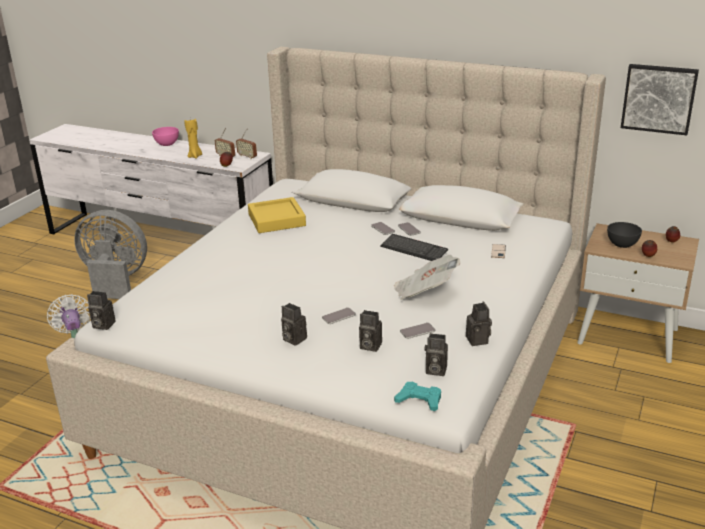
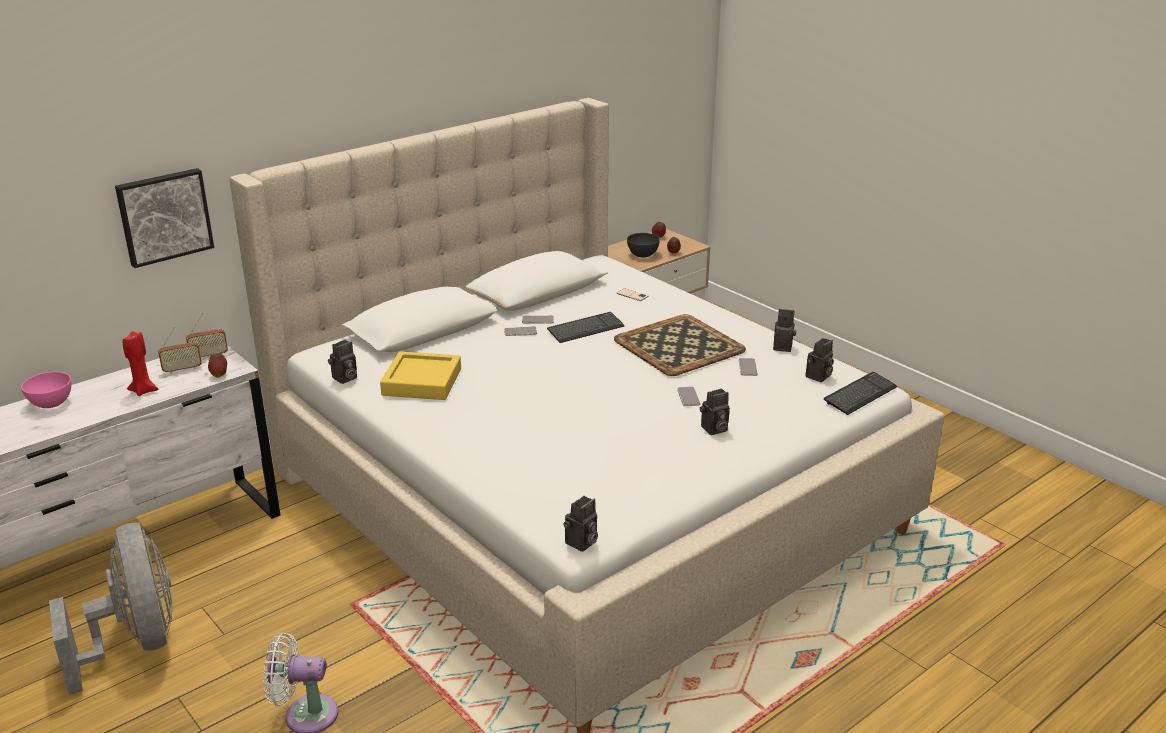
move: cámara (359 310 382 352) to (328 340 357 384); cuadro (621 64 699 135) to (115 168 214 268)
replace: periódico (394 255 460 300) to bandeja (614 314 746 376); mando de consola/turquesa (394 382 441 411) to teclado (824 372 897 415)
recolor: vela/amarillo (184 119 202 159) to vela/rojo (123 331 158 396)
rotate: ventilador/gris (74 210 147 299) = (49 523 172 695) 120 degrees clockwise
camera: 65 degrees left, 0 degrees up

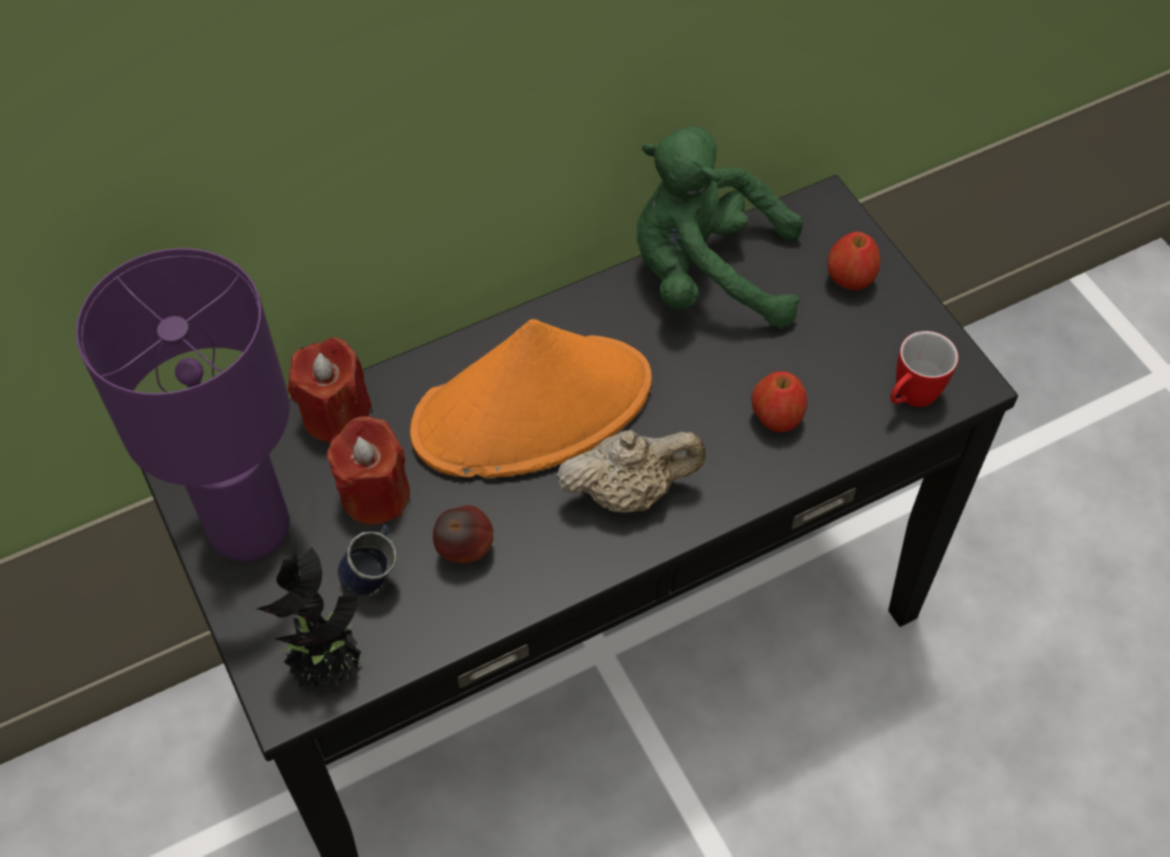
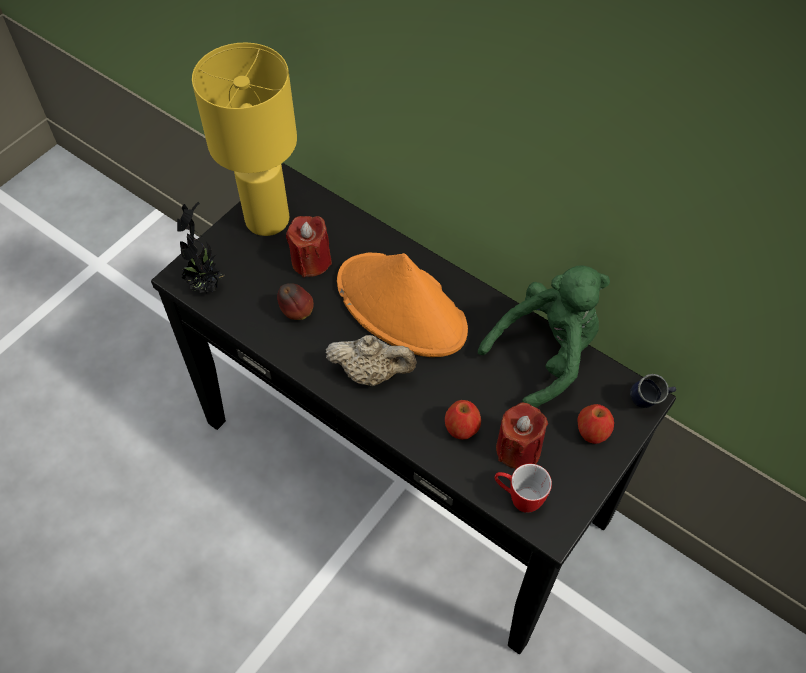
move: vela/rojo (288 337 372 442) to (496 403 548 469); taza grande/azul (338 525 397 595) to (630 374 676 408)
recolor: lámpara de mesa/morado (76 248 289 561) to lámpara de mesa/amarillo (192 43 297 236)
rotate: tetera/beis (556 430 705 513) = (326 335 417 386) 45 degrees counterclockwise; peluche/verde (637 126 803 328) = (478 266 610 408) 75 degrees clockwise
camera: 65 degrees right, 0 degrees up

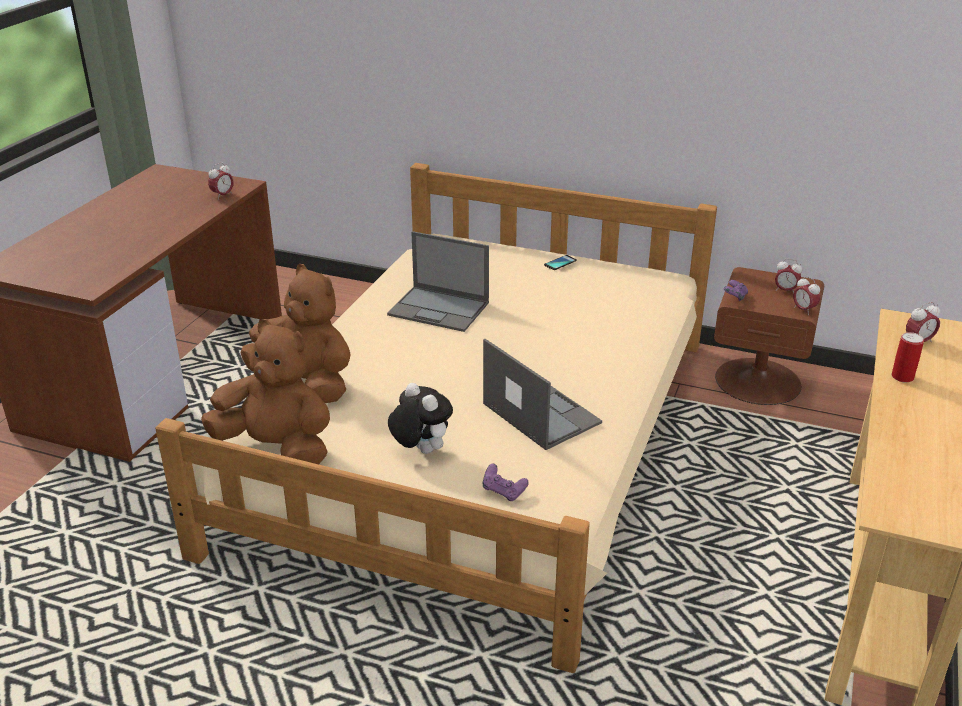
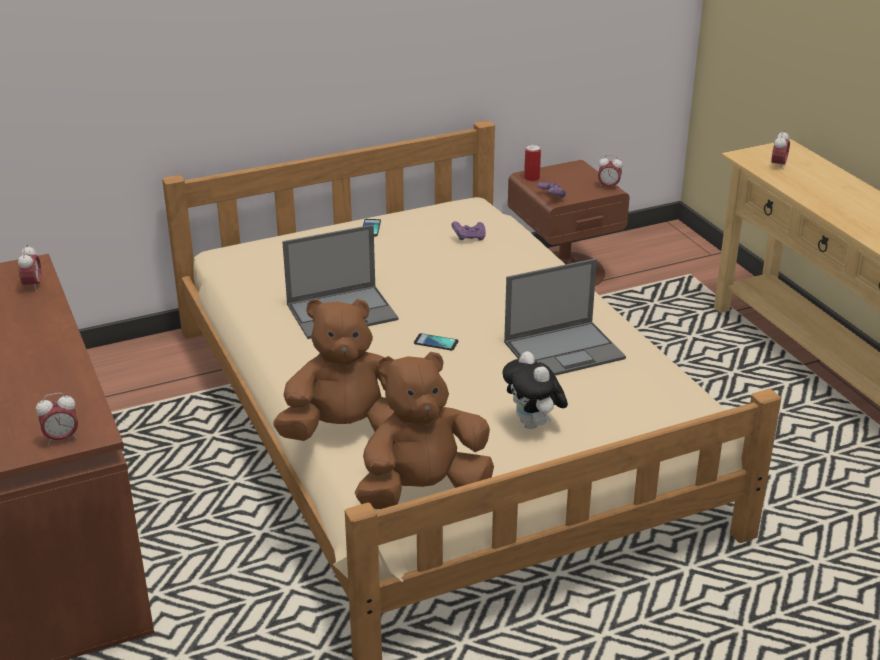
insert: móvil (414 333 458 351)
move: mando de consola/morado (483 464 529 501) to (452 221 486 241); despertador (775 259 802 293) to (36 393 78 445); lata (892 332 924 382) to (524 145 541 181)
rotate: peluche (388 383 453 454) = (502 351 568 429) 120 degrees counterclockwise; portátil (483 339 602 450) = (504 258 626 376) 150 degrees clockwise
camera: 45 degrees left, 0 degrees up

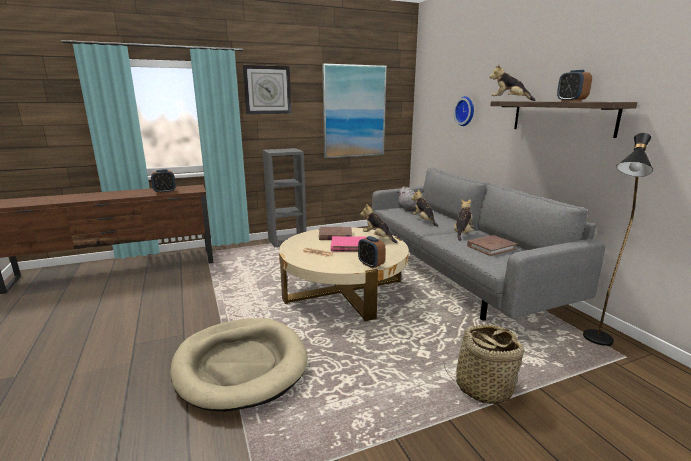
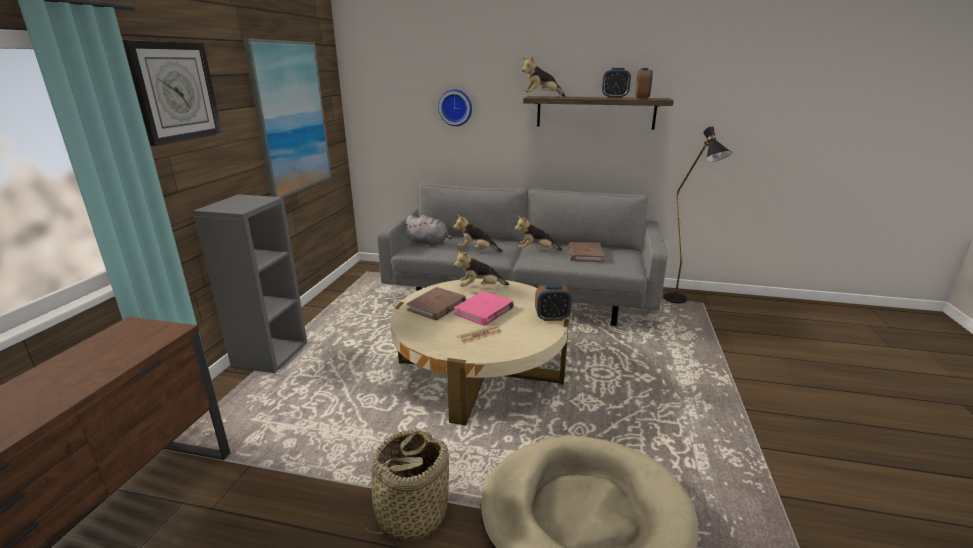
move: despertador (151 169 176 193) to (635 68 653 99); cesta (444 324 526 404) to (358 429 449 540)
rotate: peluche (454 199 474 241) = (515 216 562 251) 60 degrees counterclockwise
camera: 55 degrees left, 5 degrees up

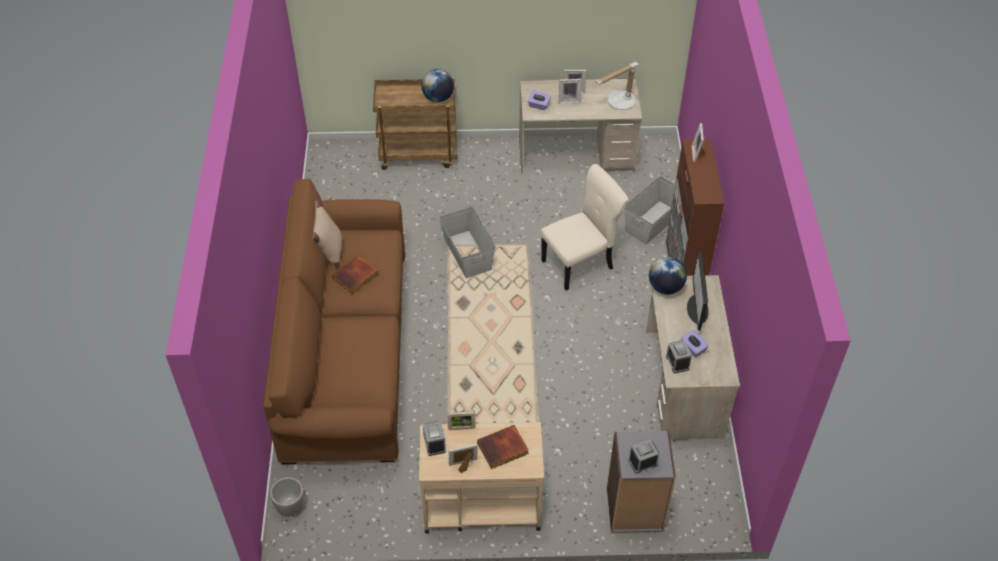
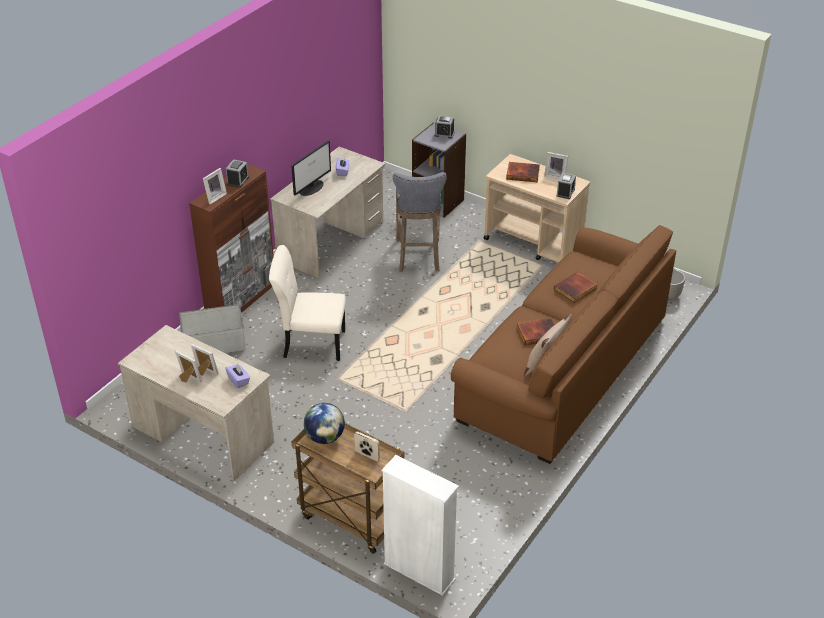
delete: caja de almacenaje/gris (439 207 495 278); lámpara de mesa (595 62 639 110); globo terráqueo (649 257 687 294)
insert: estantería/blanco (382 455 459 596); taburete/gris (393 172 447 272); libro (554 272 598 303)
move: portarretratos (447 411 476 430) to (354 431 380 461); despertador (666 340 692 373) to (226 159 249 188)
camera: 145 degrees left, 10 degrees down

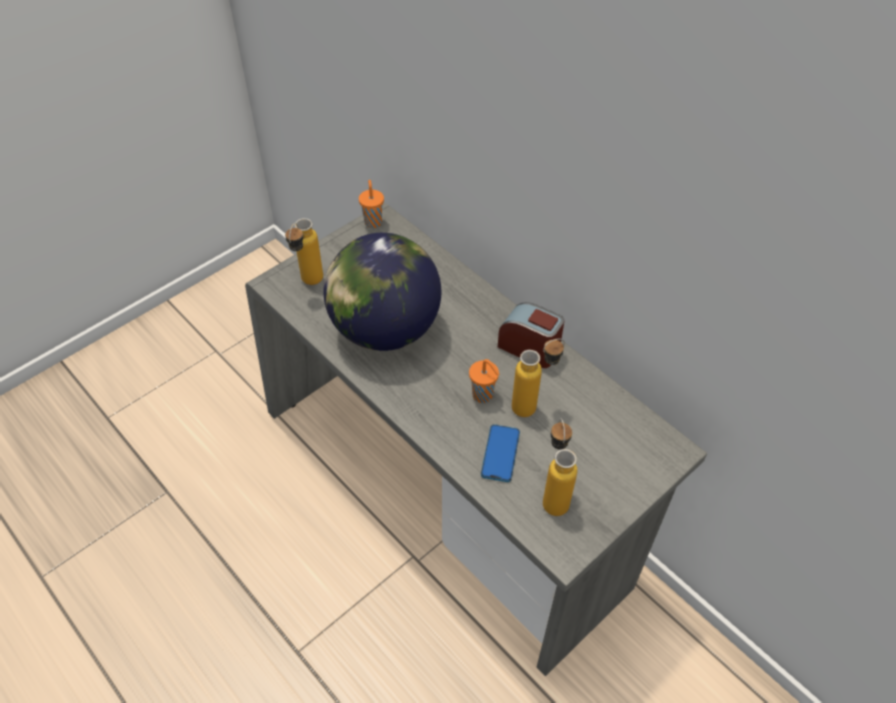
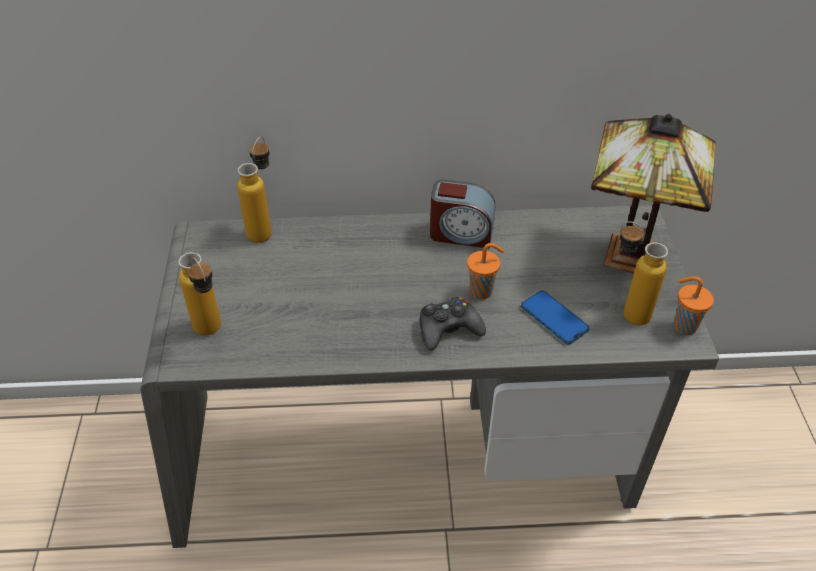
delete: globo terráqueo (323 233 441 351)
insert: mando de consola/negro (420 297 486 351); lámpara de mesa (591 114 716 273)
move: taza/naranja (359 180 384 228) to (674 276 714 335); botella (512 339 565 417) to (237 137 272 243)
rotate: despertador (498 302 564 368) = (430 180 495 248) 150 degrees counterclockwise
camera: 50 degrees left, 5 degrees down

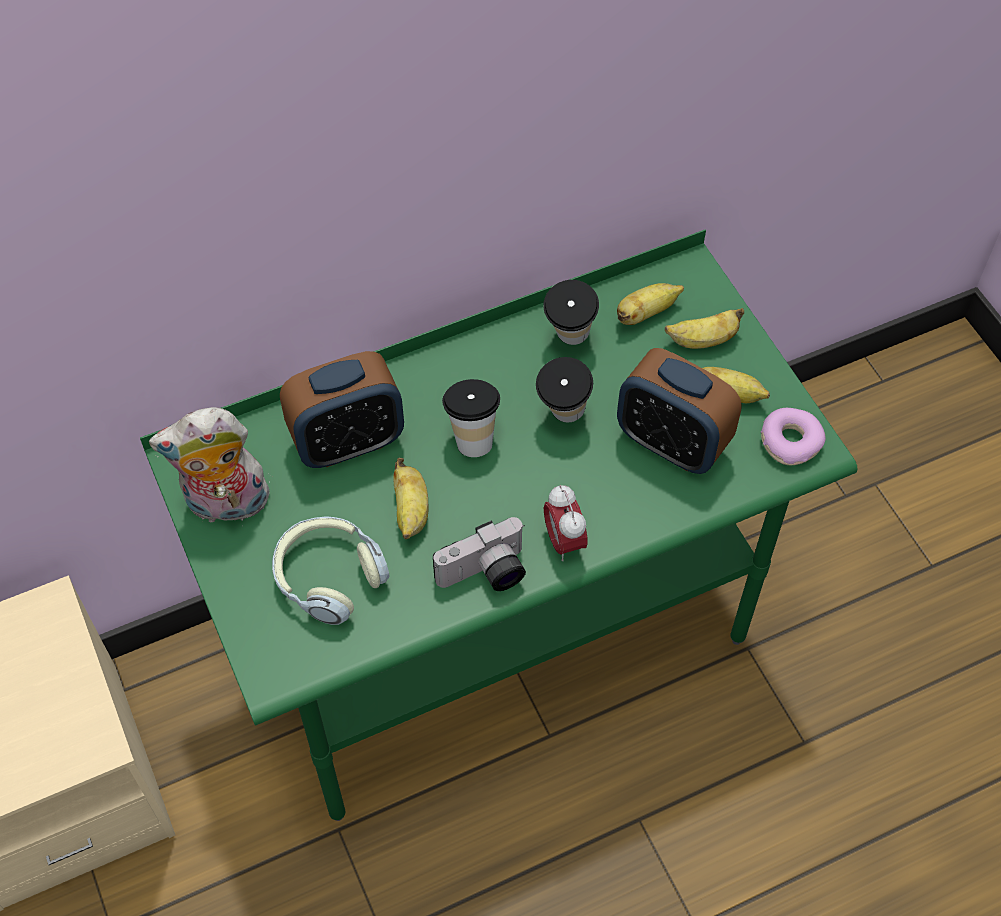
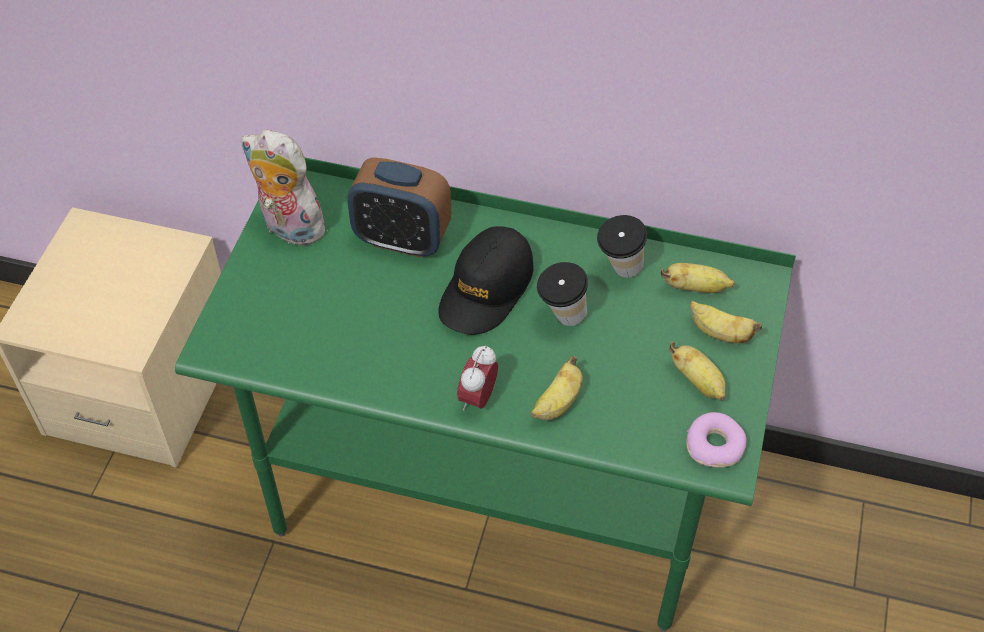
delete: auriculares (272 516 390 625); cámara (433 517 526 591); despertador (617 348 742 474)
move: plátano (393 458 428 539) to (531 356 583 420)
replace: taza (442 379 500 457) to gorra/negro (439 226 534 335)
camera: 40 degrees right, 5 degrees down

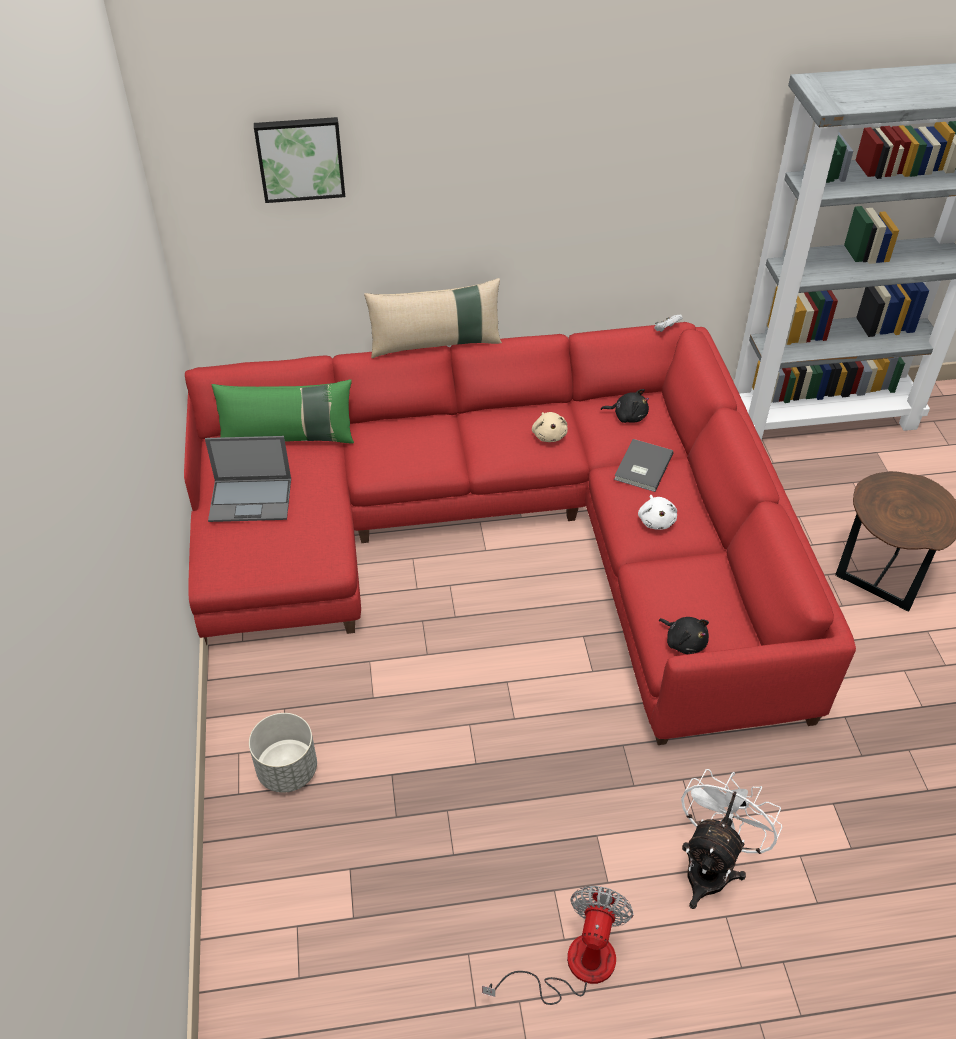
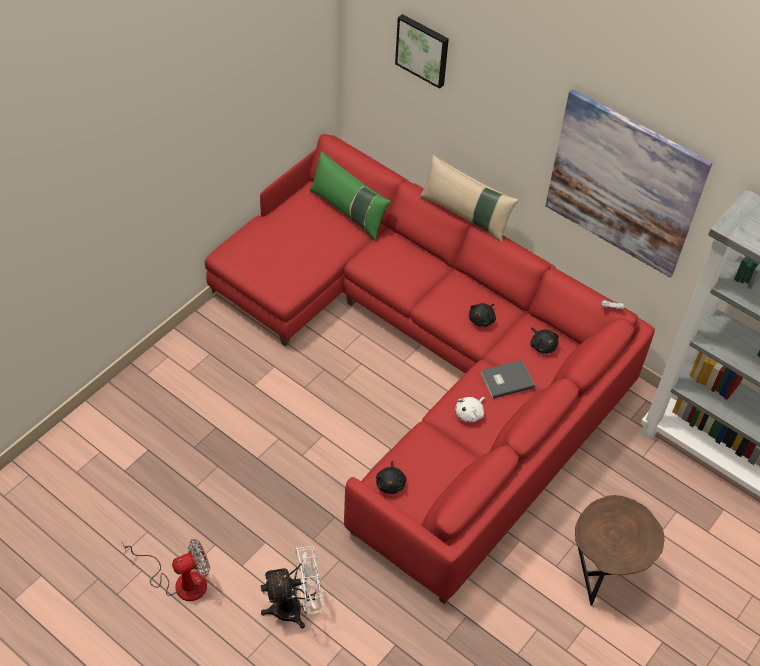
delete: portátil (205 436 291 522); maceta/gris (249 713 317 793)
insert: cuadro (545 89 712 277)
recolor: peluche/beis (532 412 568 442) to peluche/negro (469 303 496 327)
camera: 45 degrees right, 5 degrees up

